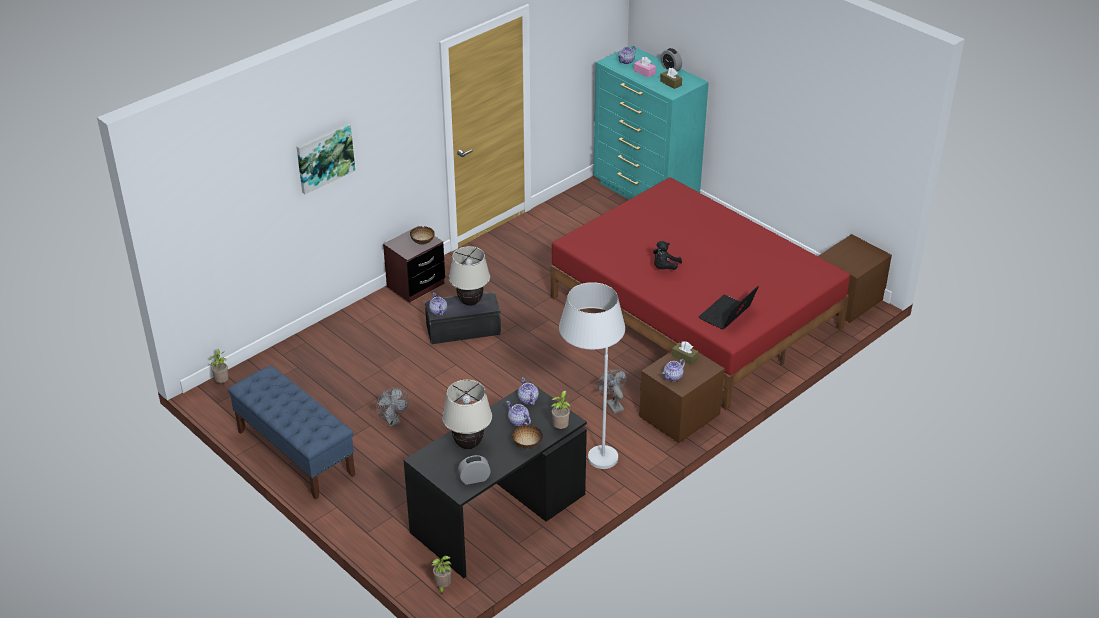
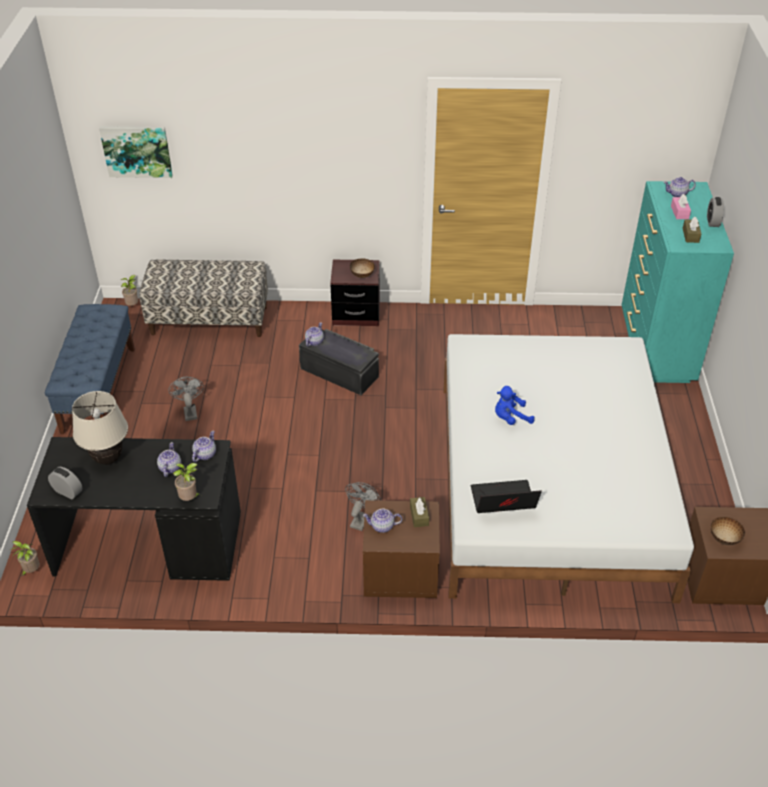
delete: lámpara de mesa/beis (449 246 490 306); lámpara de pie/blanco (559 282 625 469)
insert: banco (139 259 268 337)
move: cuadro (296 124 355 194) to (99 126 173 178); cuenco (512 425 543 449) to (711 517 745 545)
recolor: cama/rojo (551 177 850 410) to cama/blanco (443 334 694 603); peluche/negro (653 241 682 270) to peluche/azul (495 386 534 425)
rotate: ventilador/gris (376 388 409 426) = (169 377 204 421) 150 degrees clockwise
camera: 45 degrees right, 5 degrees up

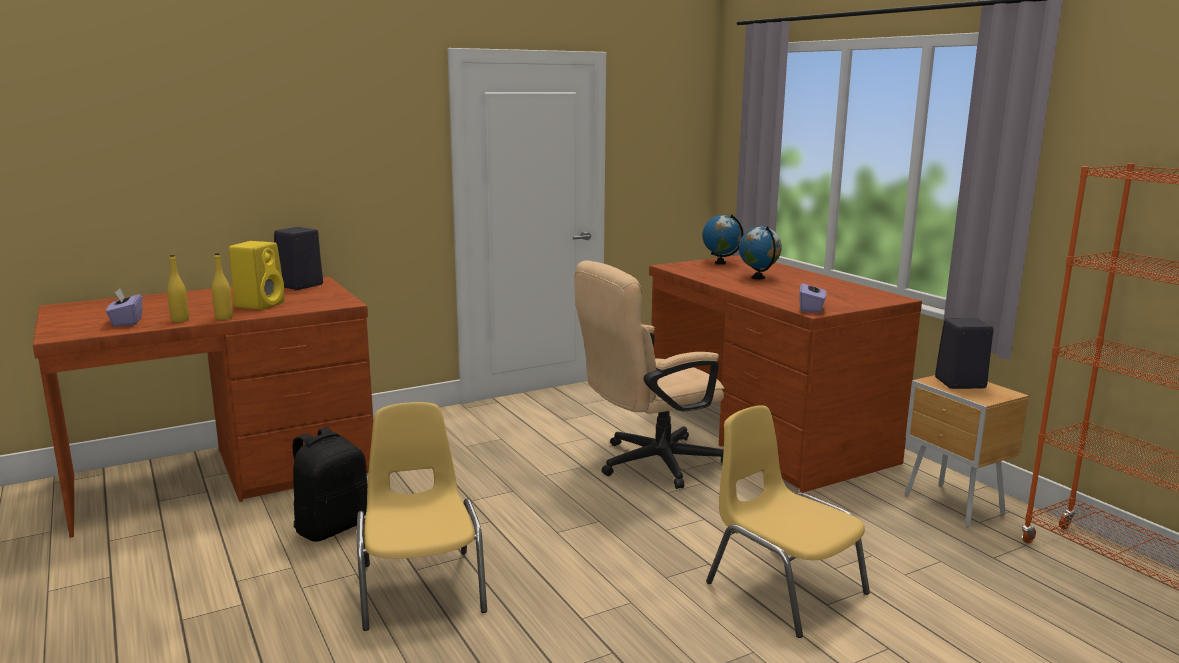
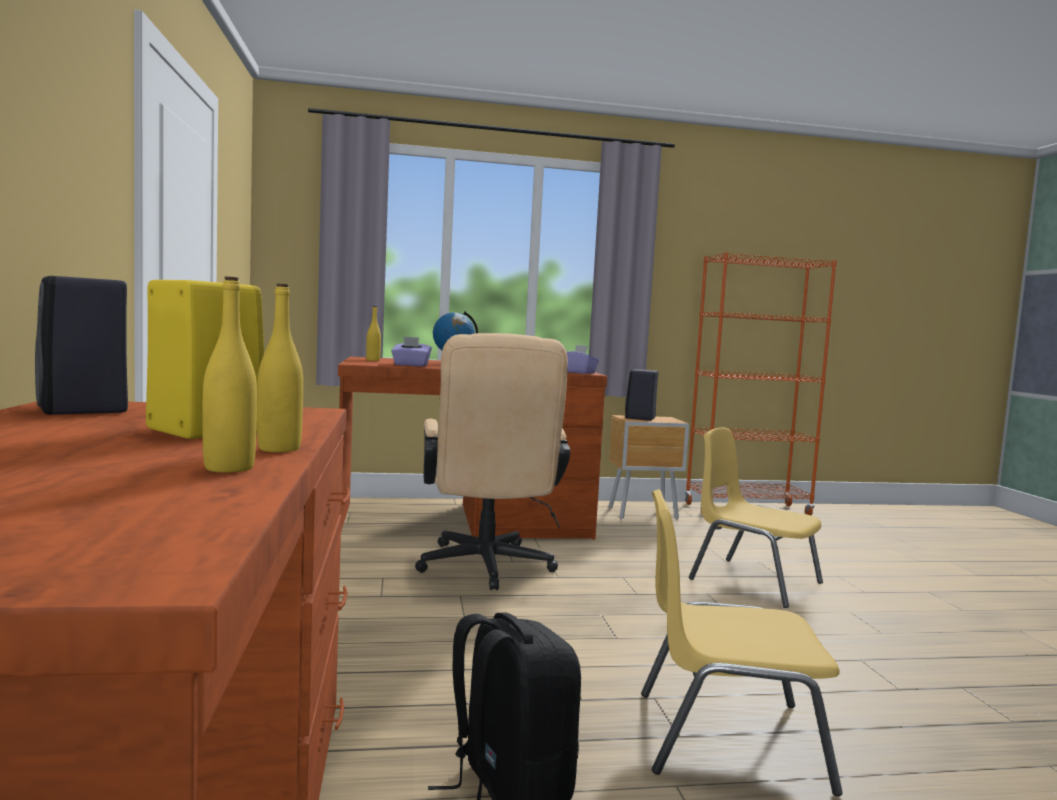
move: caja de pañuelos/morado (106 288 142 327) to (391 336 432 366)
replace: globo terráqueo (702 214 744 264) to botella/amarillo (366 306 381 361)
rotate: silla/amarillo (706 405 870 638) = (689 427 823 608) 60 degrees clockwise
camera: 70 degrees left, 10 degrees down

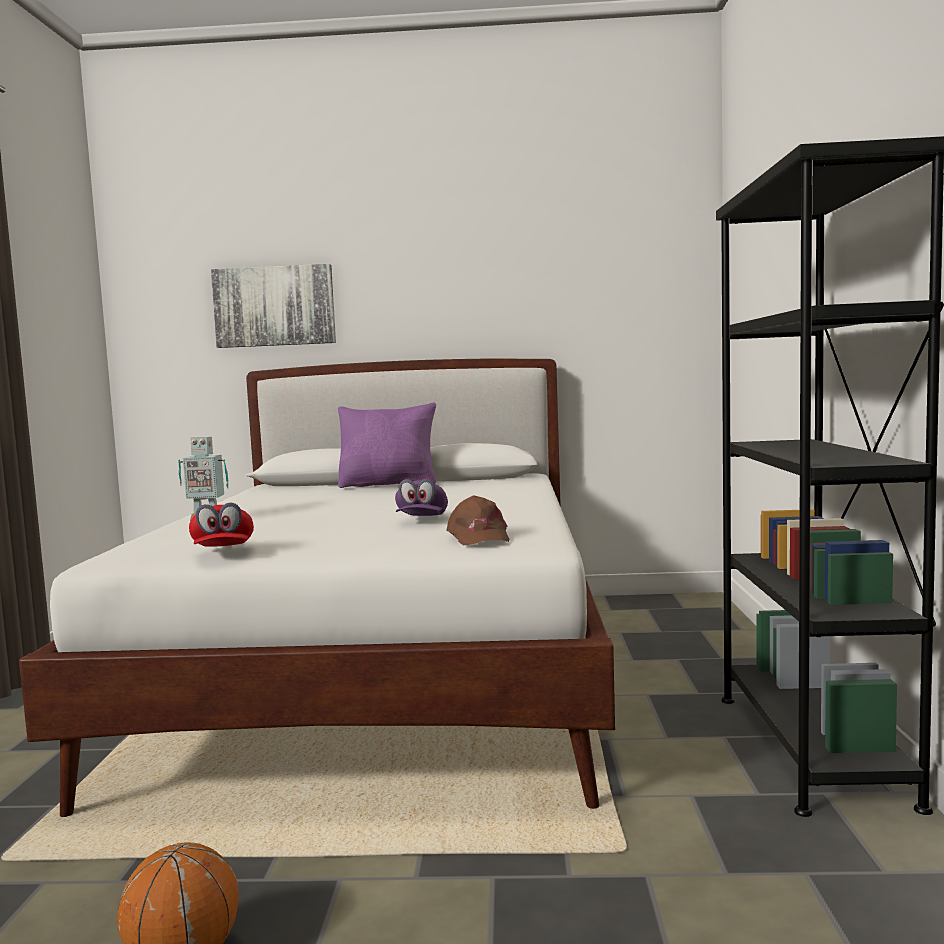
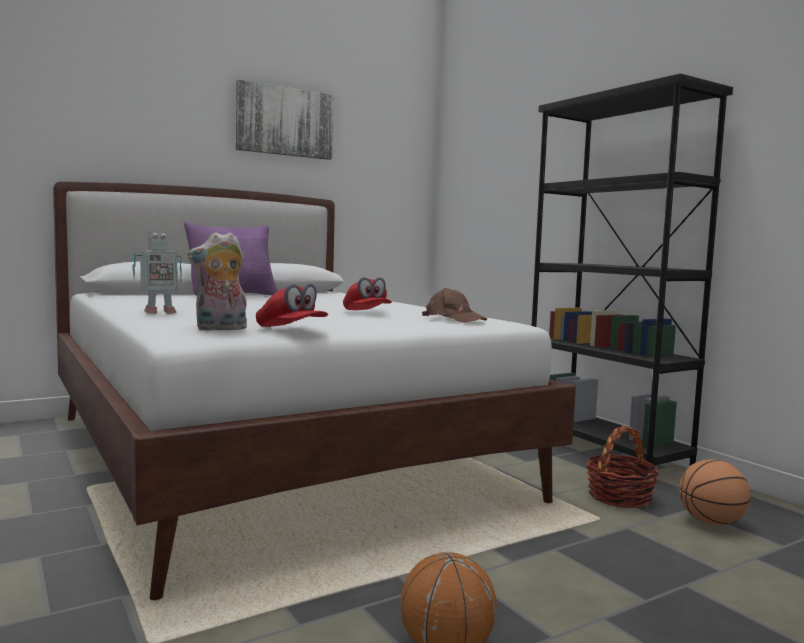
insert: peluche (187 232 247 331); cesta (586 425 659 508); balón de baloncesto (679 459 751 525)
move: cuadro (211 264 336 348) to (236 79 333 160)
recolor: gorra/morado (395 479 448 516) to gorra/rojo (343 277 392 310)
camera: 35 degrees left, 0 degrees up

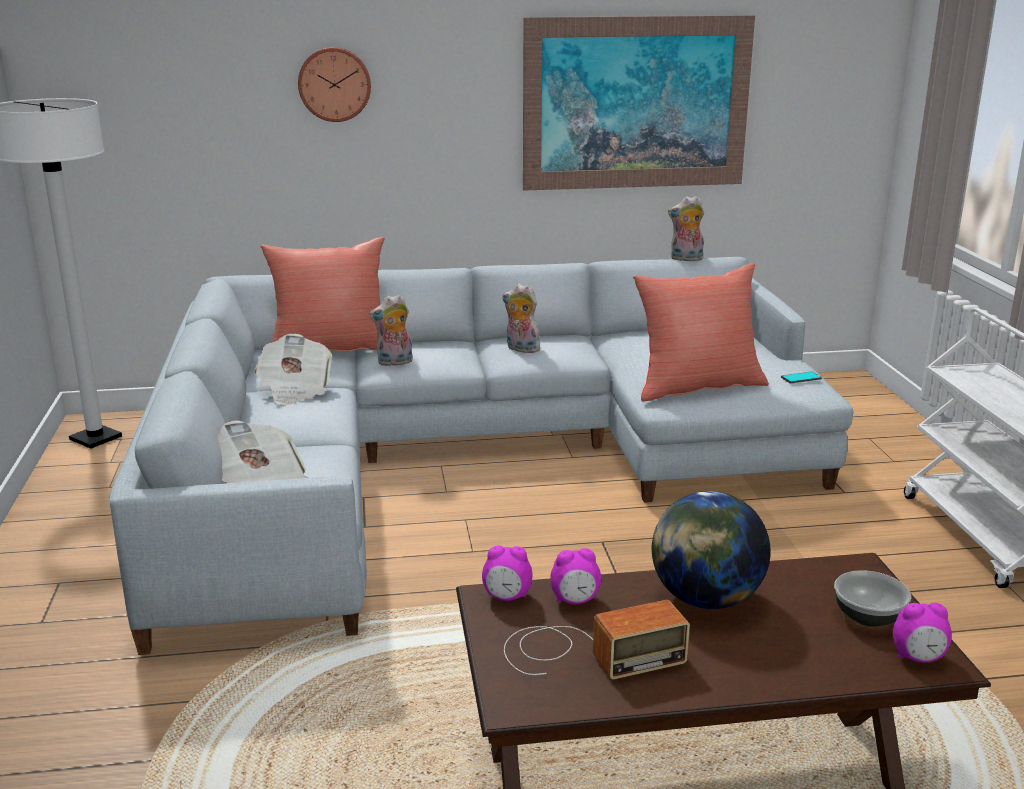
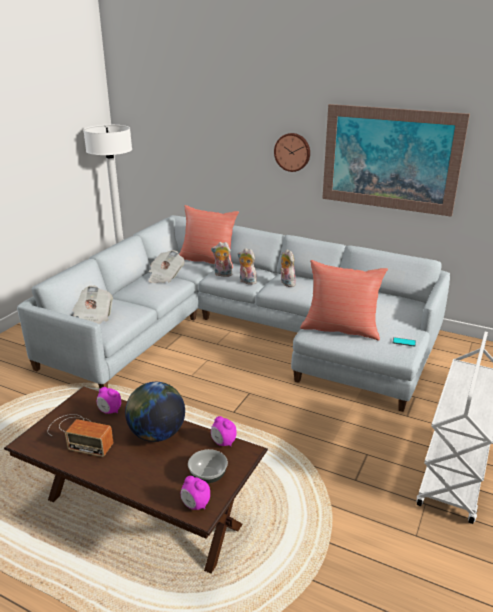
move: reloj de pared (298 47 371 122) to (274 133 310 172); despertador (482 546 532 601) to (211 416 237 446); peluche (668 196 704 261) to (237 248 257 285)
camera: 35 degrees right, 5 degrees up

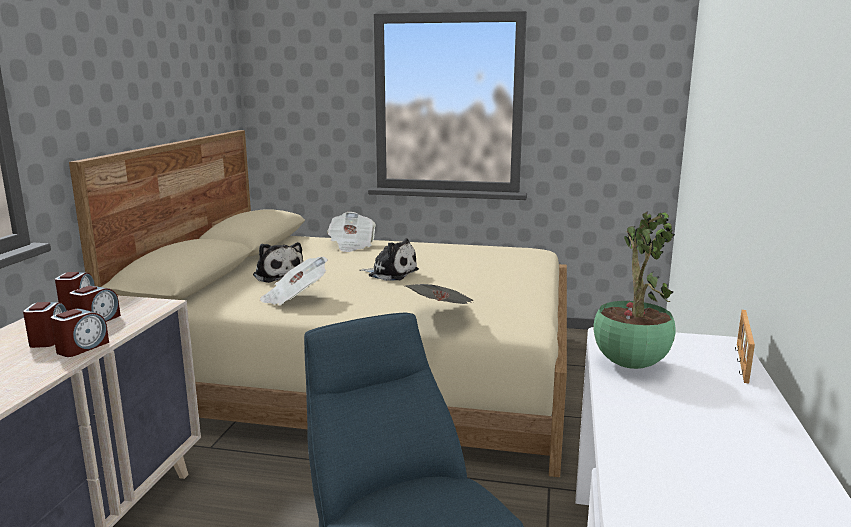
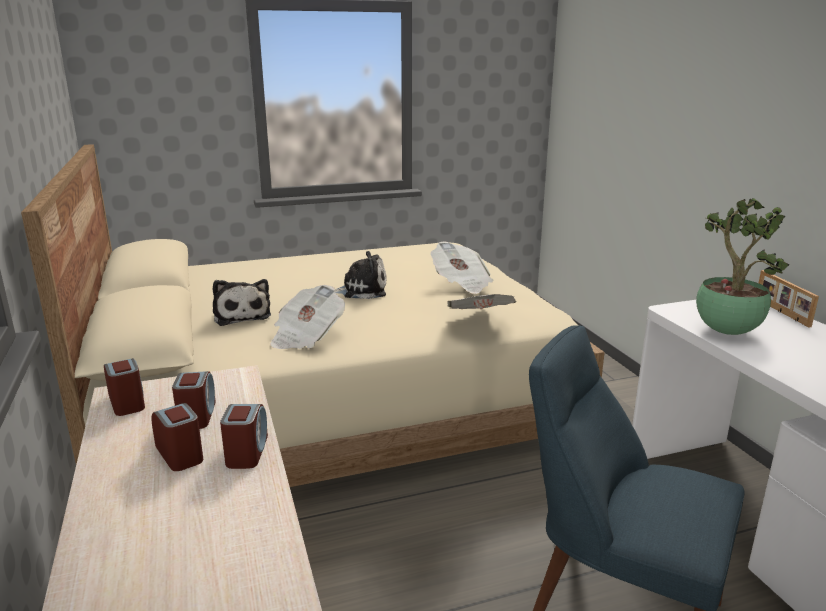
move: periódico (327 212 376 252) to (430 242 494 294)
rotate: peluche (253 242 303 283) = (213 279 271 326) 45 degrees clockwise
camera: 30 degrees left, 5 degrees up

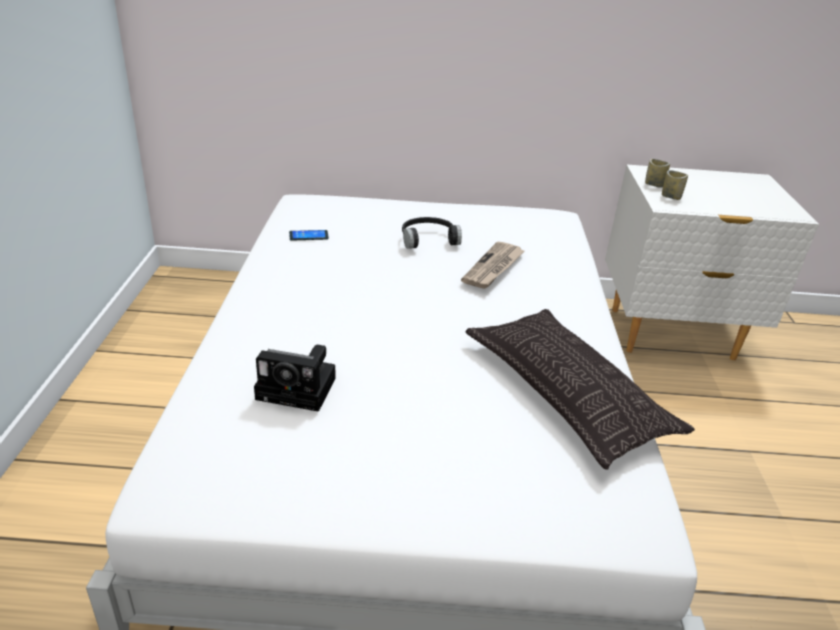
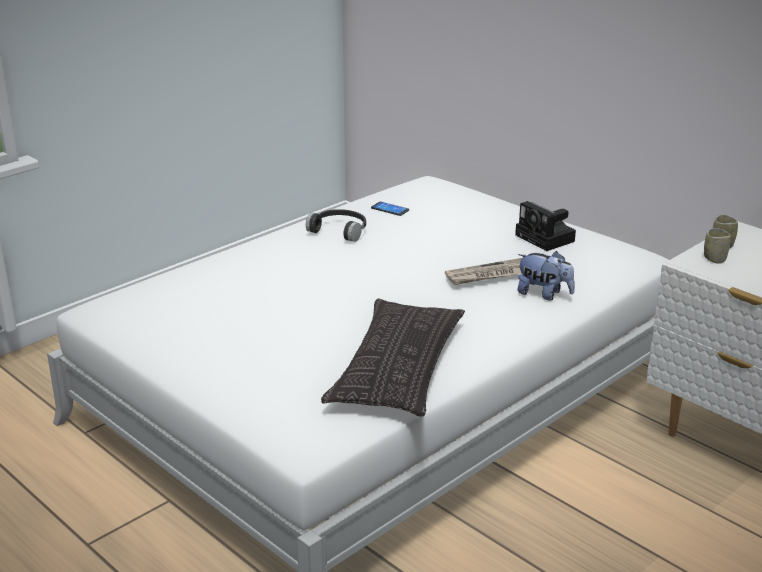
insert: peluche (518 251 575 301)
move: cámara (254 344 335 412) to (515 201 576 251); auriculares/negro (402 217 462 249) to (306 209 366 242)
camera: 45 degrees right, 5 degrees down

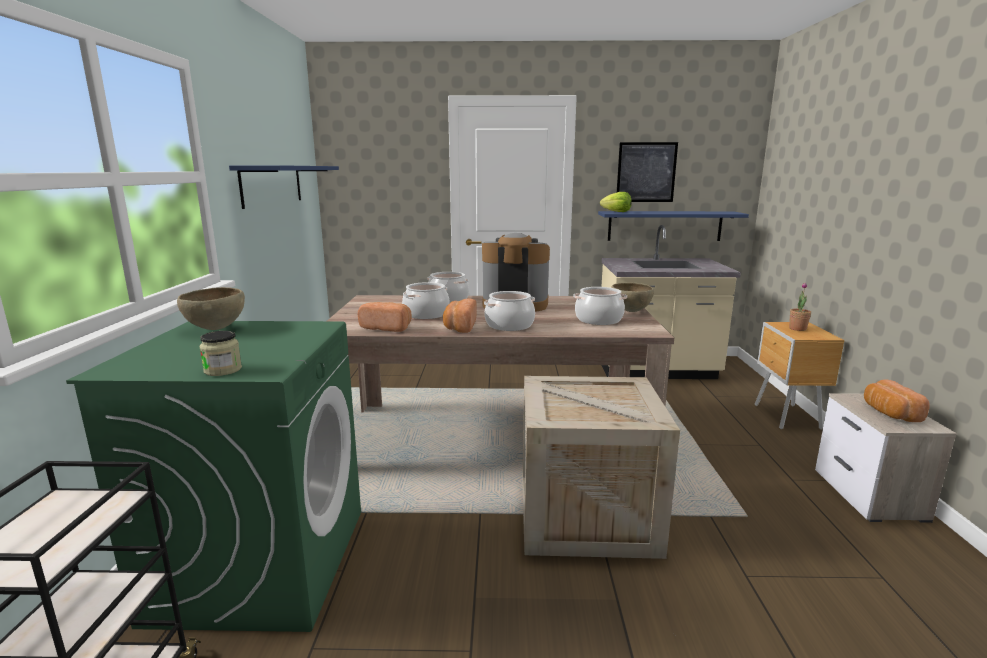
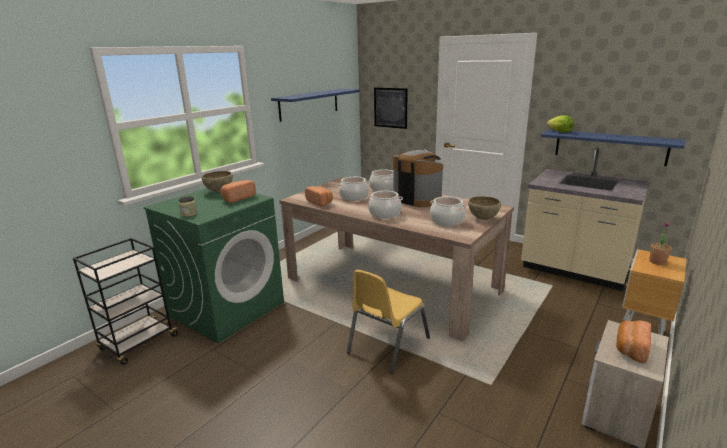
move: pan (443 299 477 333) to (220 180 256 203); cuadro (617 142 678 202) to (374 88 408 129)
replace: caja de embalaje (522 376 680 559) to silla/amarillo (347 270 430 374)
camera: 35 degrees right, 5 degrees up

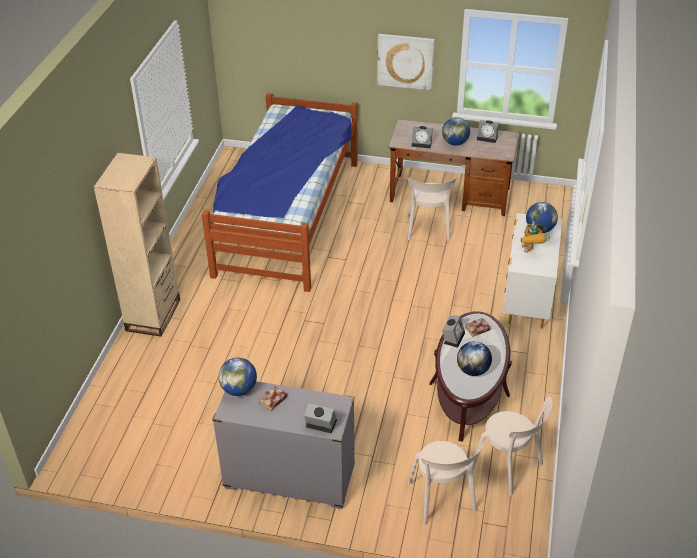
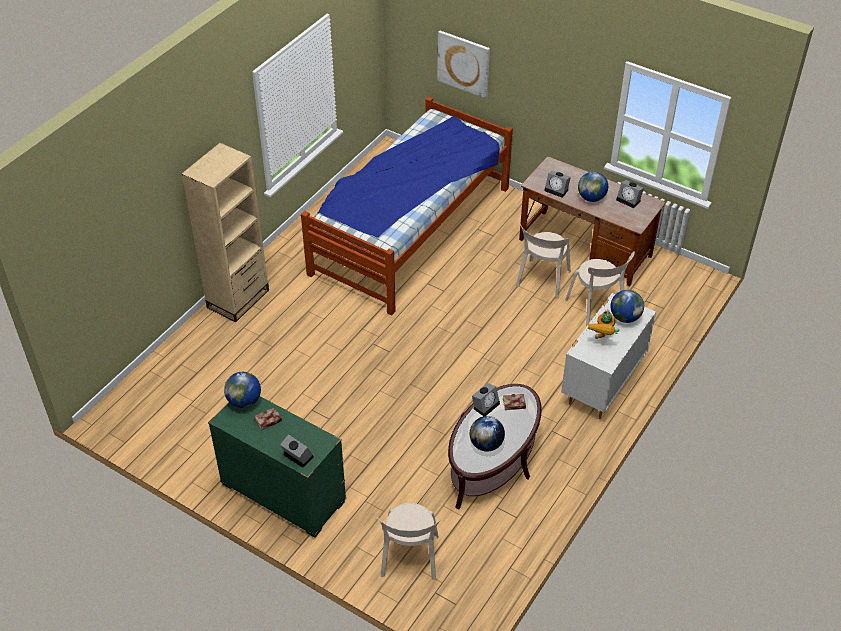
move: cuadro (377 34 435 91) to (437 30 490 99); silla/beis (473 396 553 496) to (565 251 635 327)
recolor: cómoda/gris (212 381 355 509) to cómoda/verde (208 396 346 538)
camera: 20 degrees right, 5 degrees up

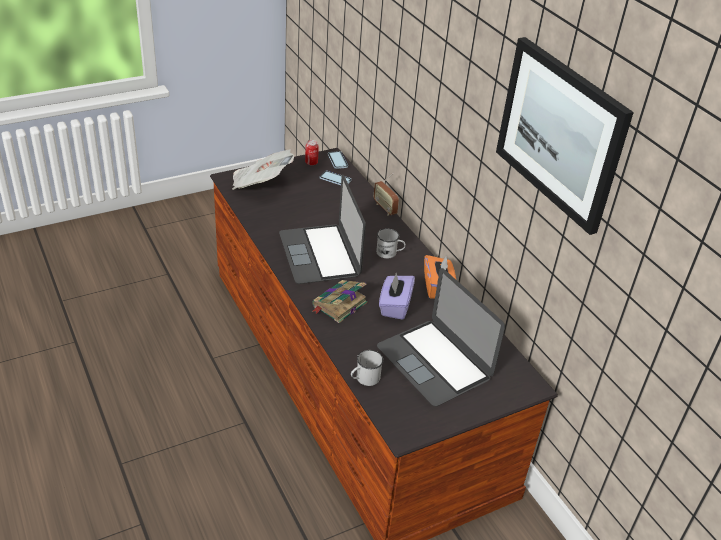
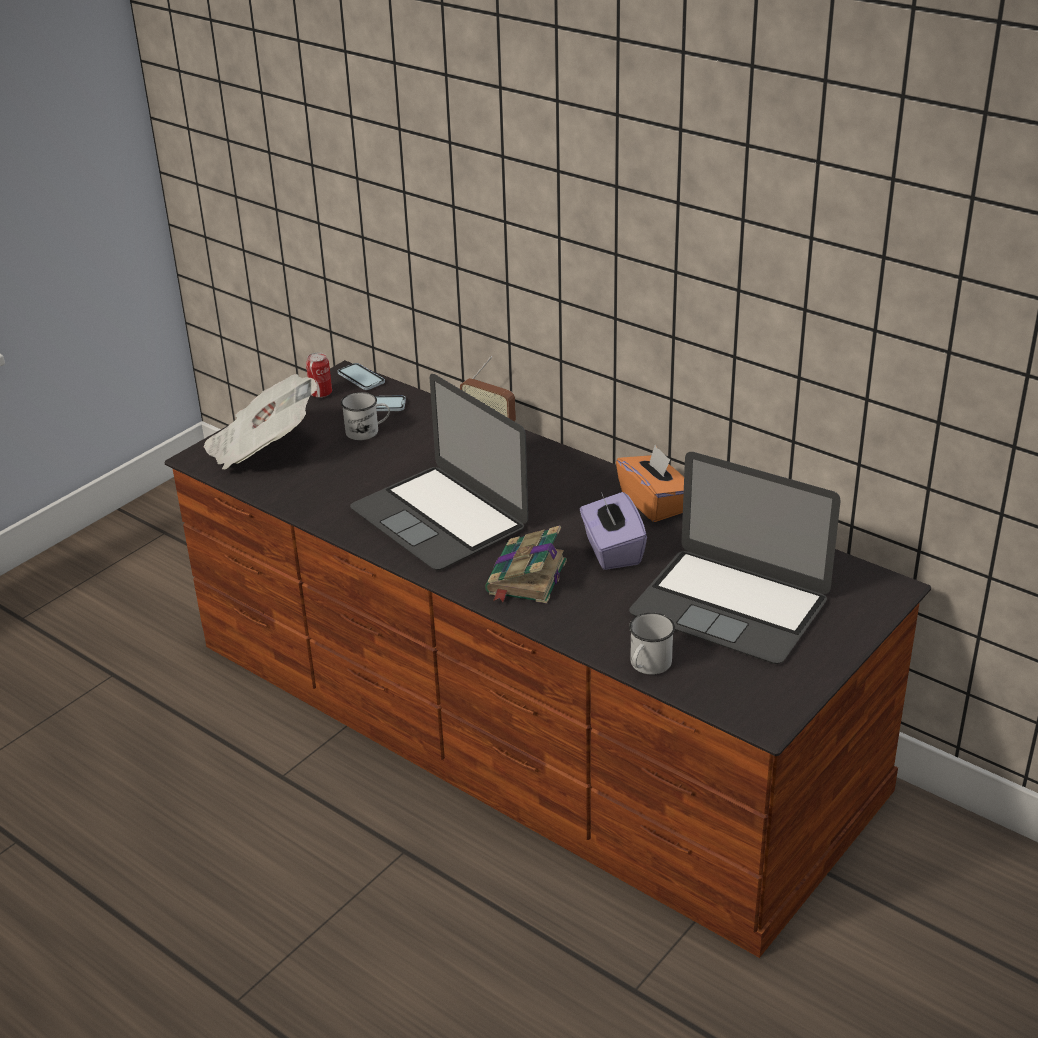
delete: cuadro (496 37 634 235)
move: taza grande/blanco (376 228 406 259) to (341 392 390 440)
camera: 20 degrees left, 5 degrees down

